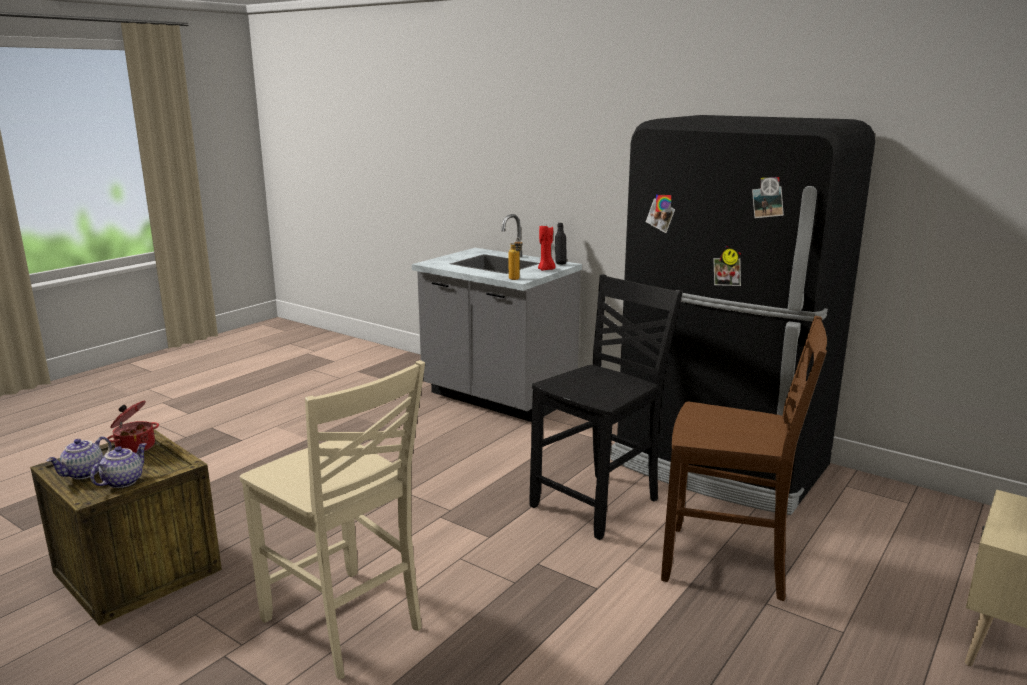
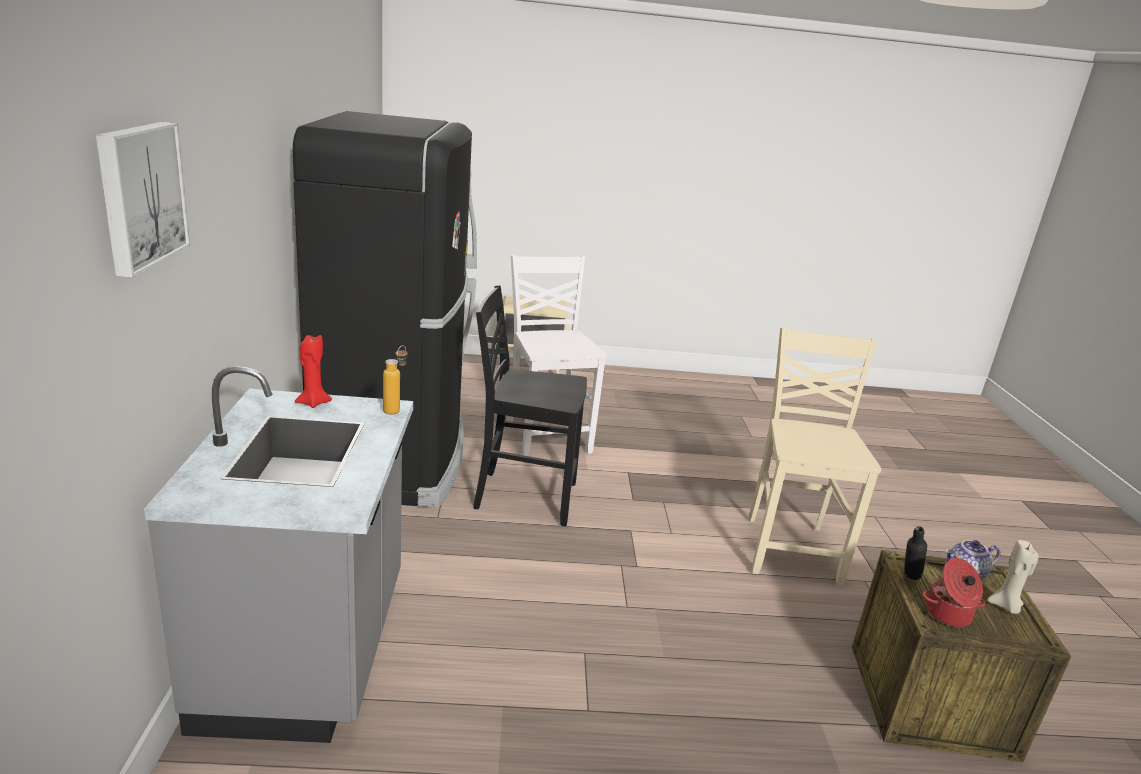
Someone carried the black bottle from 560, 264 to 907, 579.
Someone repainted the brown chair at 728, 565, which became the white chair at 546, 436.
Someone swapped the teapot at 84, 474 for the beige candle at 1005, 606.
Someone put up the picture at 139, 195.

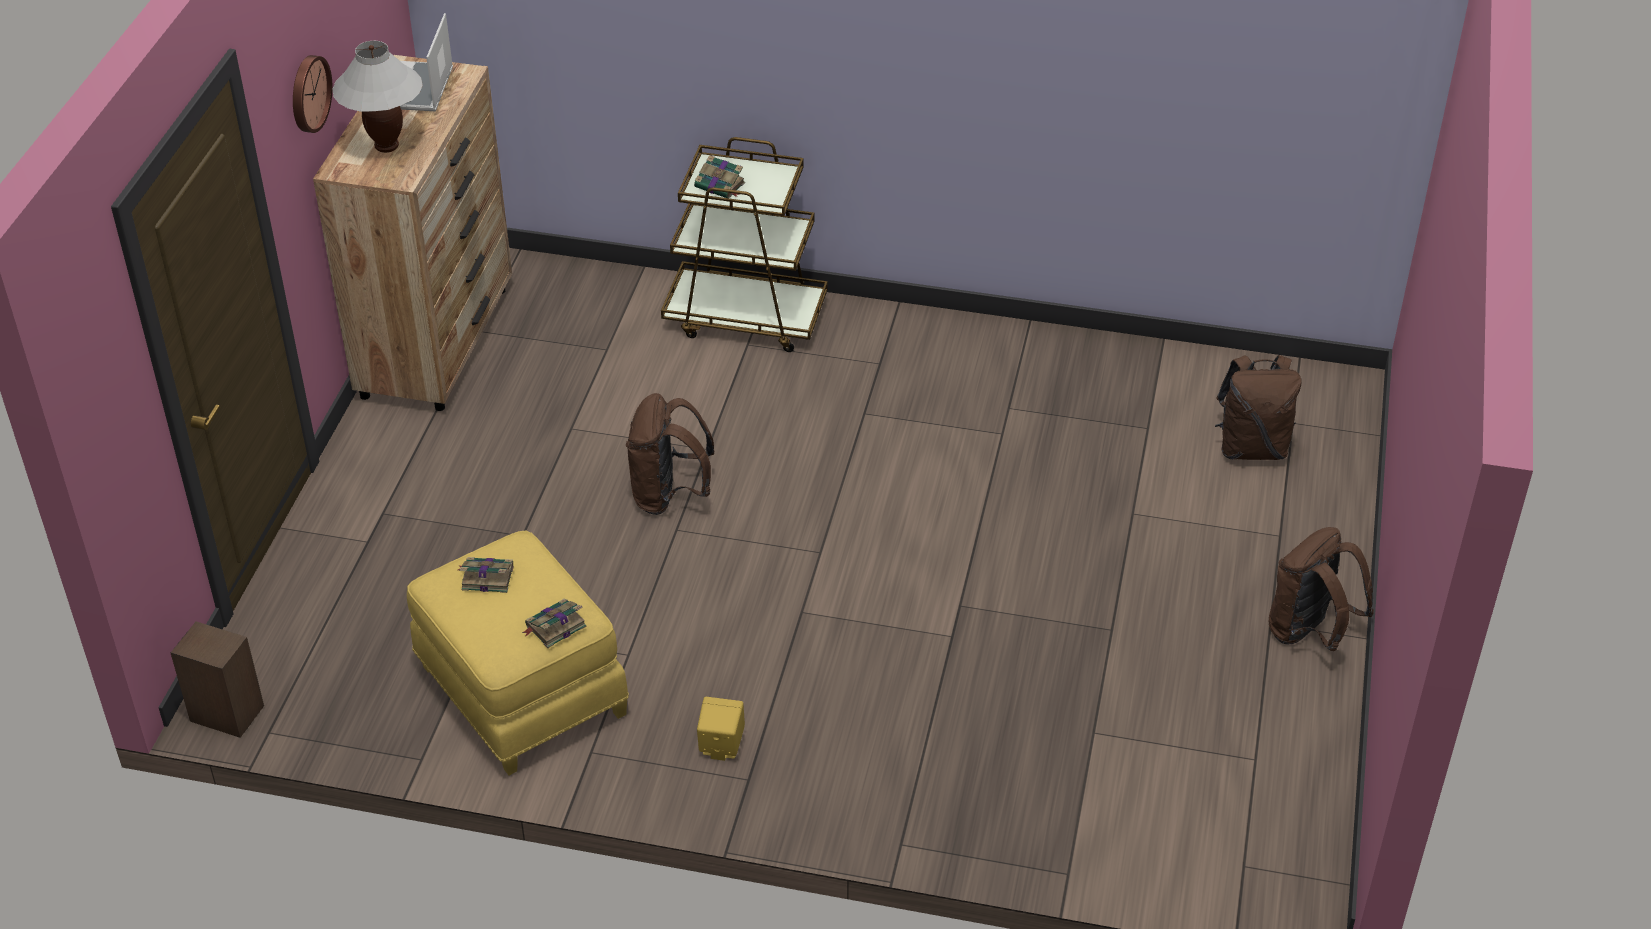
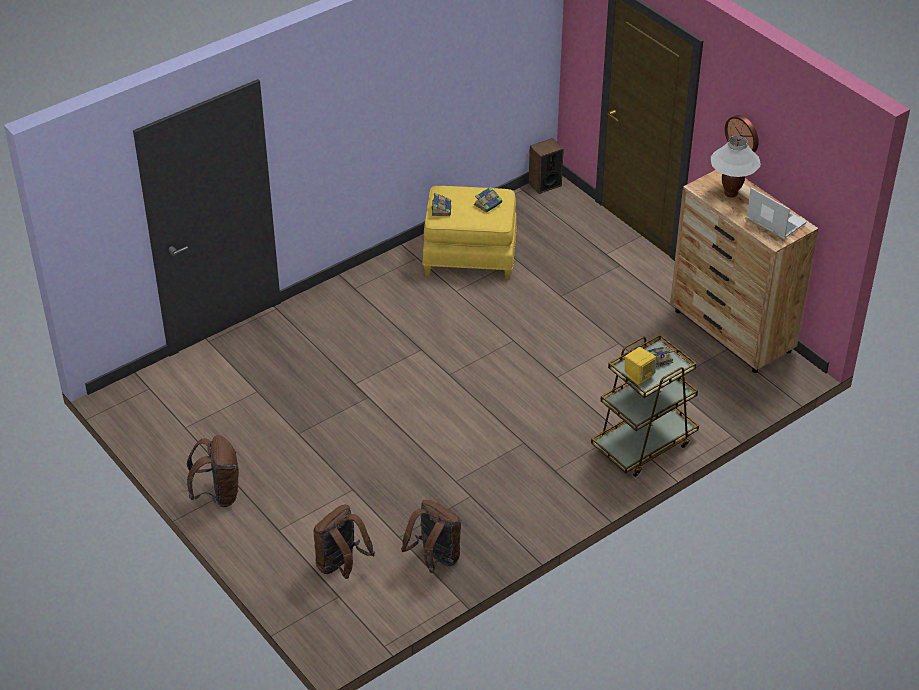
Someone carried the brown backpack from 669, 495 to 435, 559.
Someone carried the yellow speaker from 721, 746 to 638, 376.

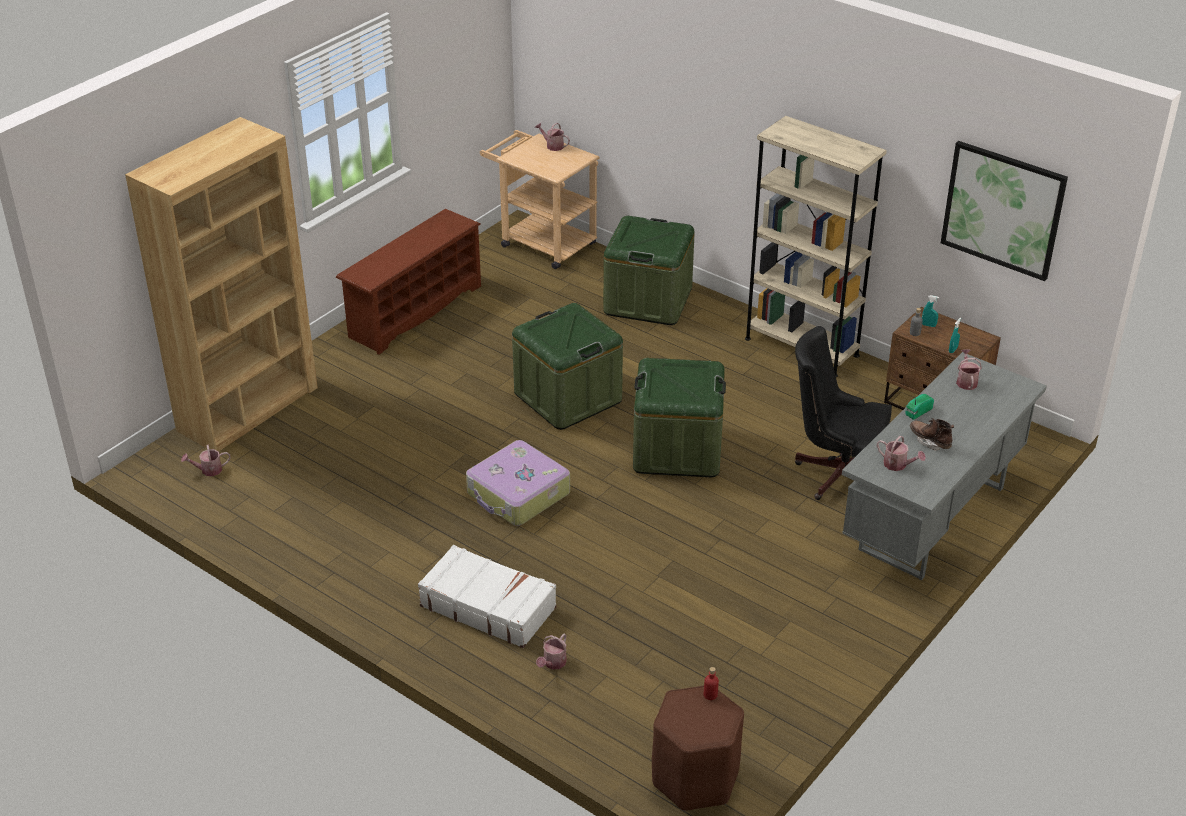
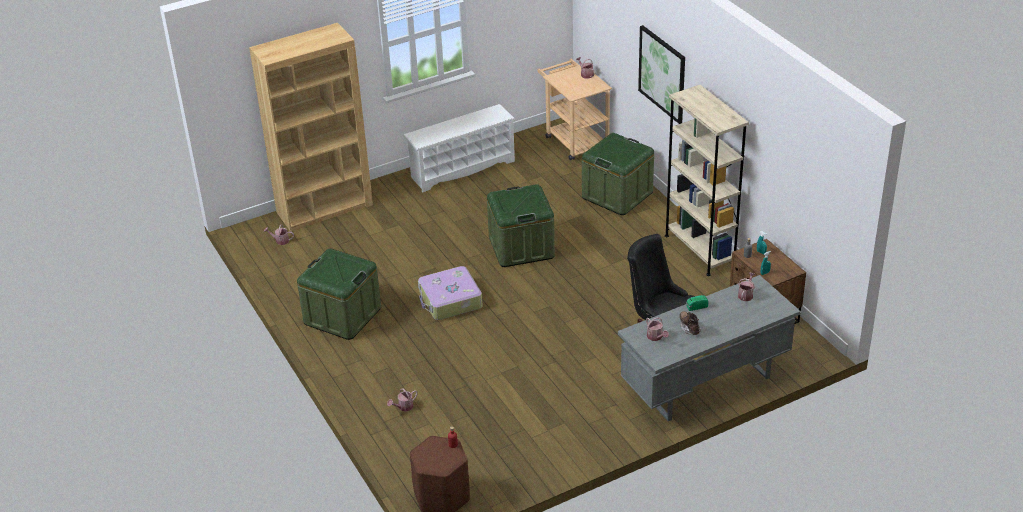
Someone carried the picture from 1003, 210 to 662, 73.
Someone repainted the brown shoe rack at 414, 311, which became the white shoe rack at 462, 169.
Someone carried the green storage box from 677, 449 to 342, 316.
Someone took away the white suitcase at 488, 606.

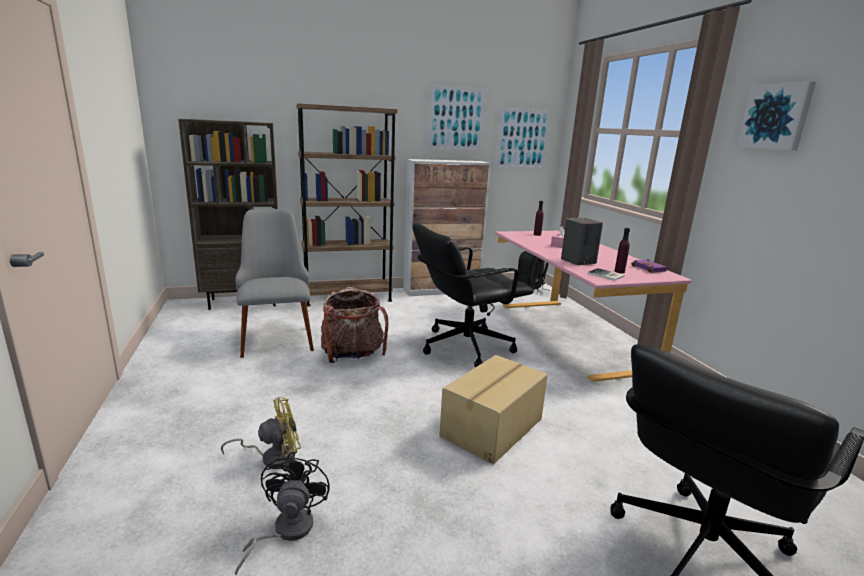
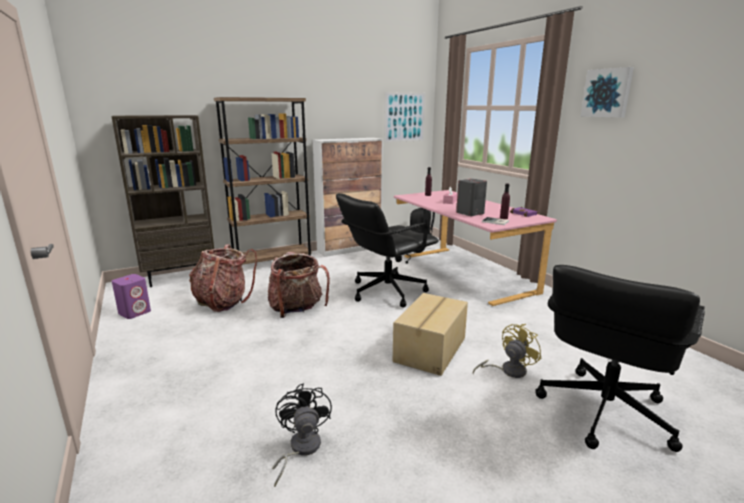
Someone took away the picture at 456, 119.
Someone swapped the grey chair at 276, 335 for the backpack at 223, 302.
Someone carried the yellow fan from 272, 457 to 508, 371.
Someone put down the purple speaker at 135, 312.

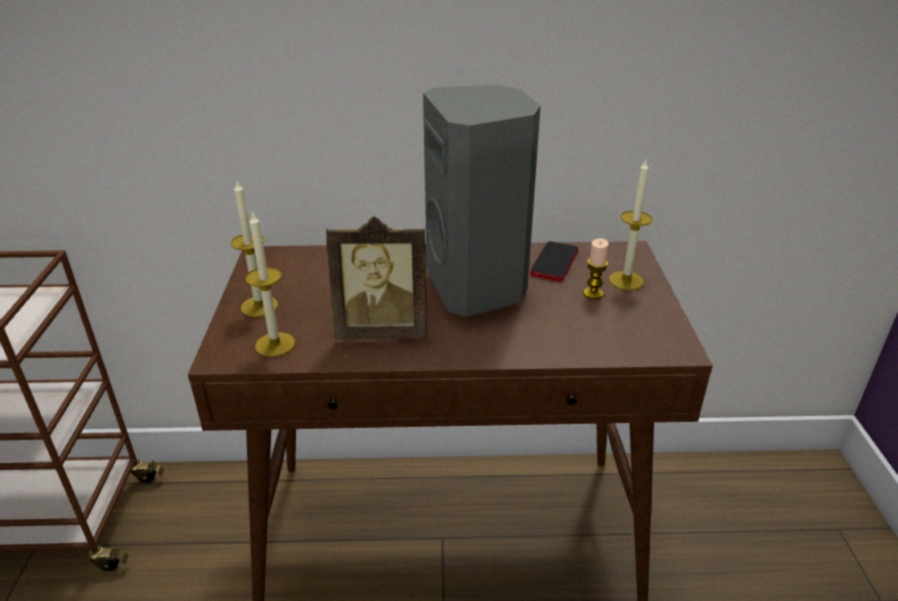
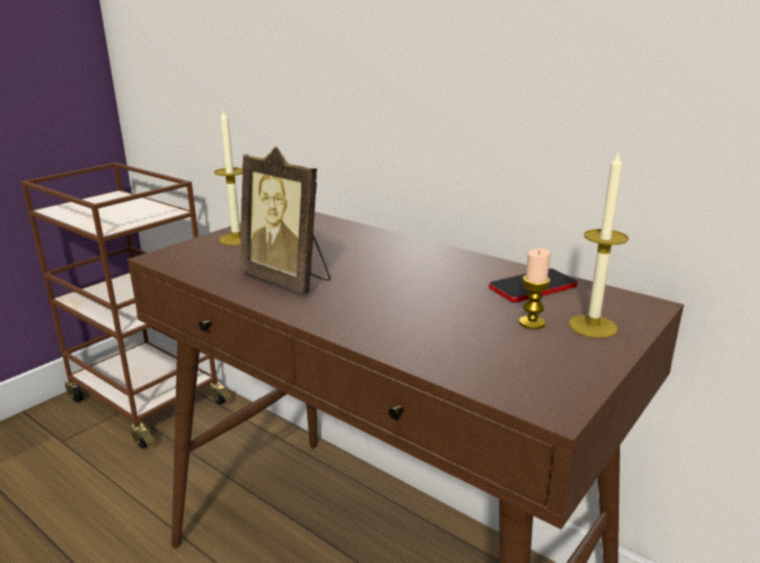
Someone took away the grey speaker at 478, 288.
Someone took away the candle at 275, 344.

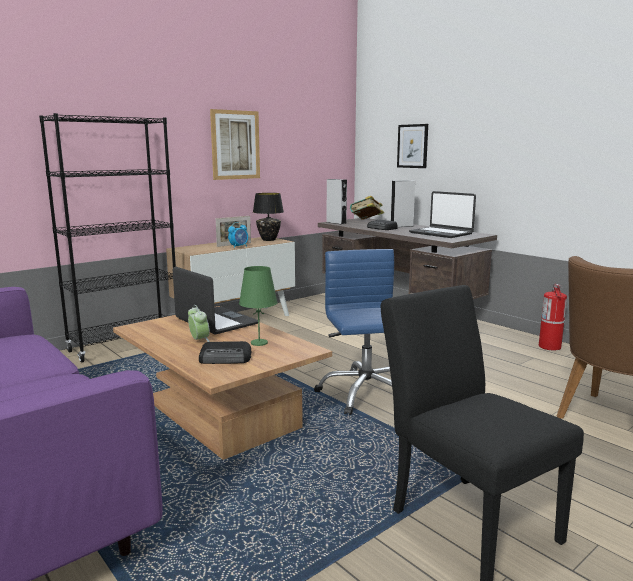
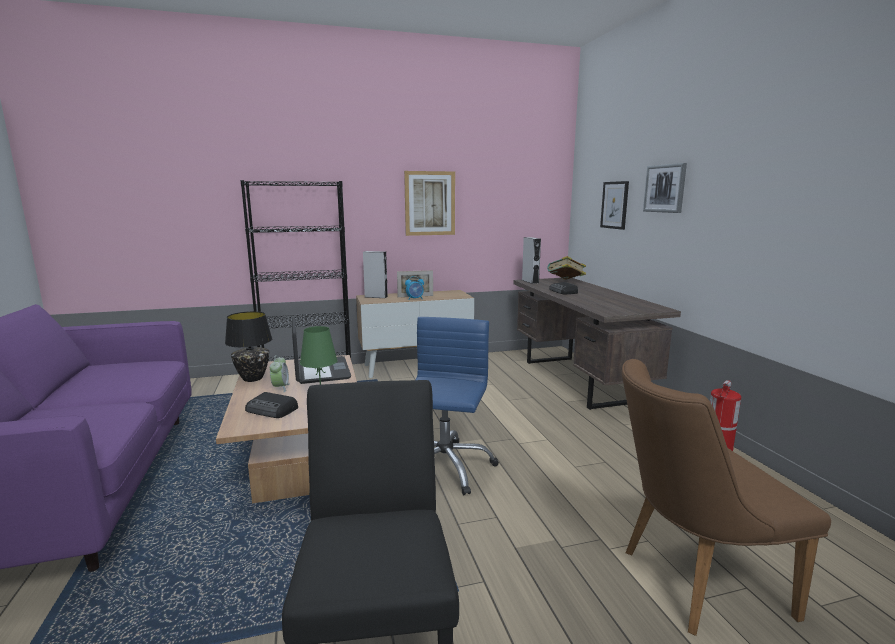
Someone carried the grey speaker from 401, 226 to 376, 297.
Someone took away the laptop at 441, 233.
Someone carried the black table lamp from 268, 240 to 252, 378.
Someone put up the picture at 665, 188.

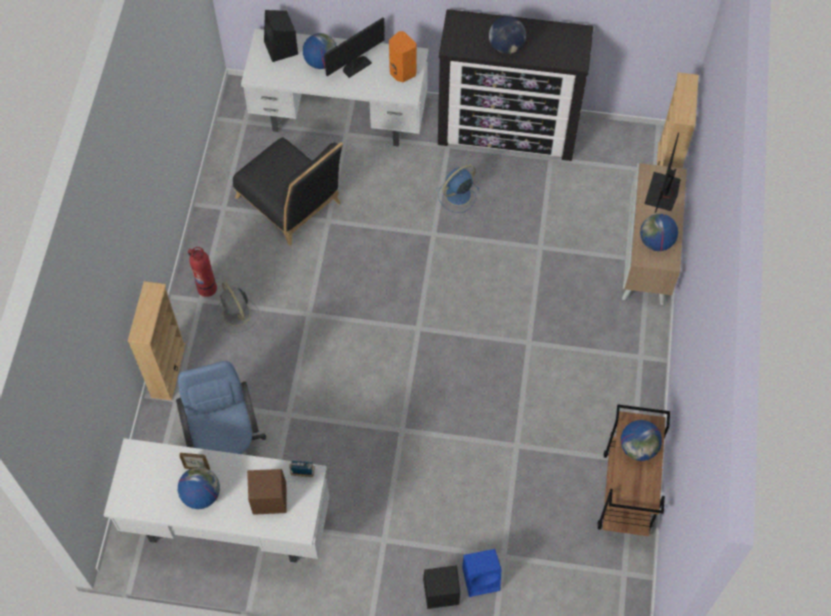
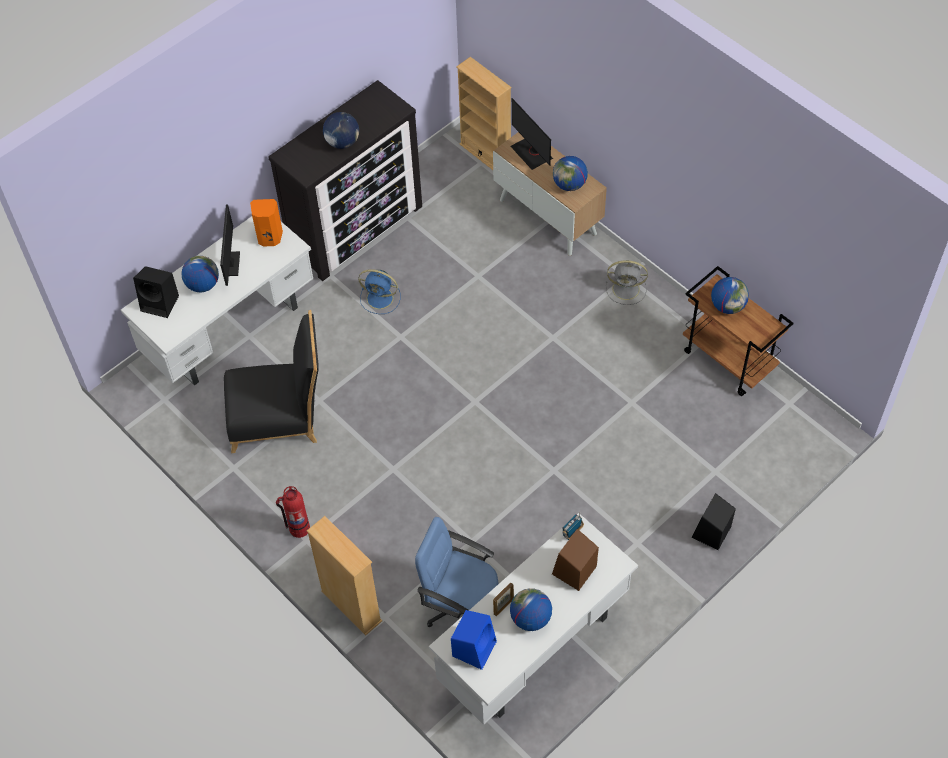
Someone rotated the blue fan at 457, 195 by 75 degrees counterclockwise.
Someone carried the grey fan from 237, 315 to 627, 289.
Someone carried the blue speaker from 482, 578 to 474, 647.

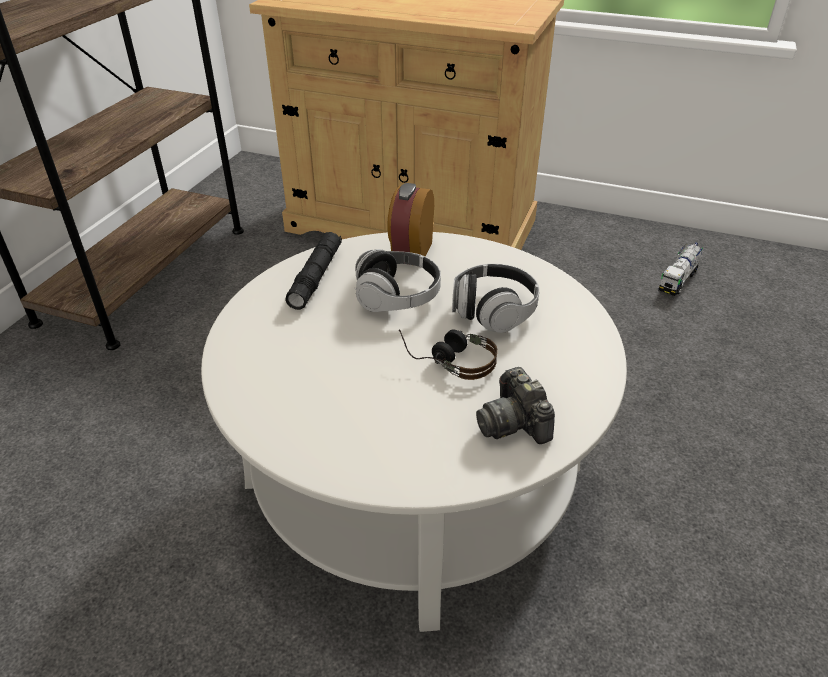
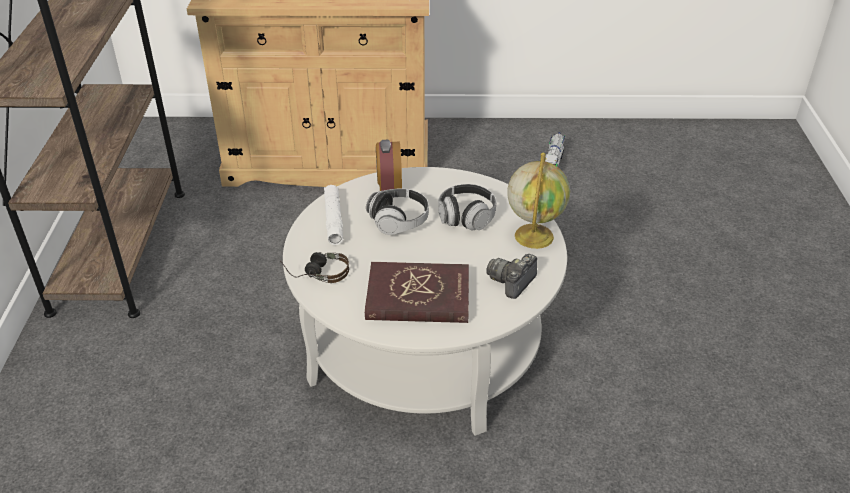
Someone repainted the black flashlight at 316, 276, which became the white flashlight at 333, 219.
Someone carried the headphones from 448, 359 to 316, 273.
Someone rotated the photo camera at 514, 422 by 75 degrees clockwise.
Someone put down the globe at 533, 235.
Someone put down the red book at 418, 297.

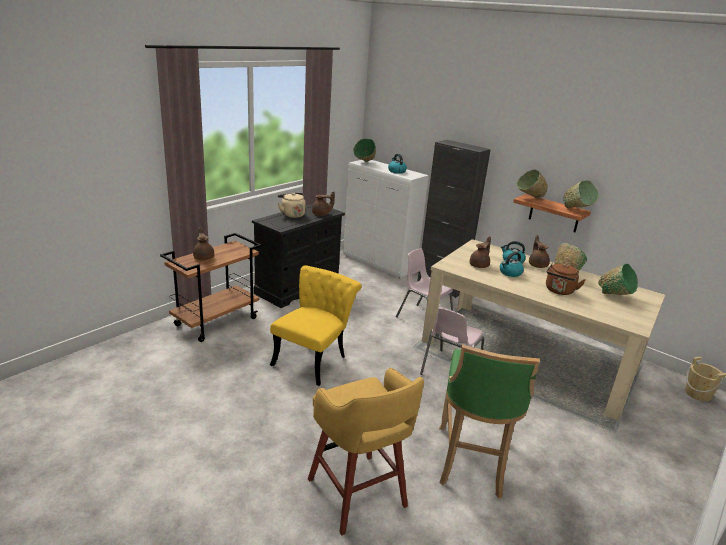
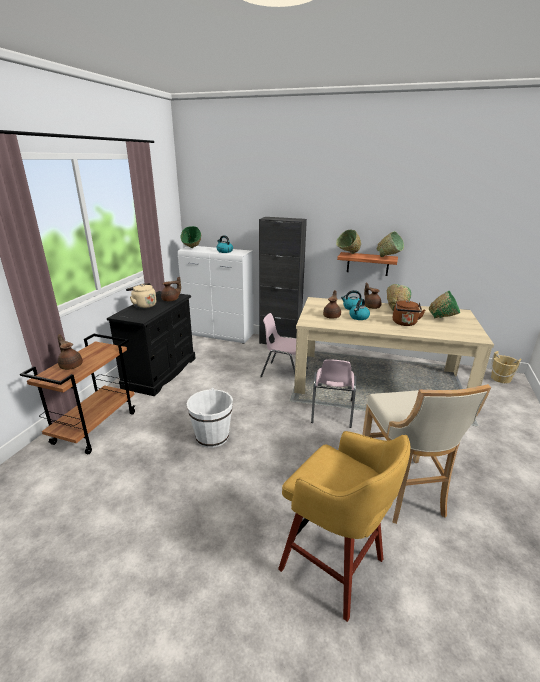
Someone swapped the yellow chair at 314, 359 for the white bucket at 212, 437.
Someone repainted the green stool at 471, 463, which became the beige stool at 403, 492.

